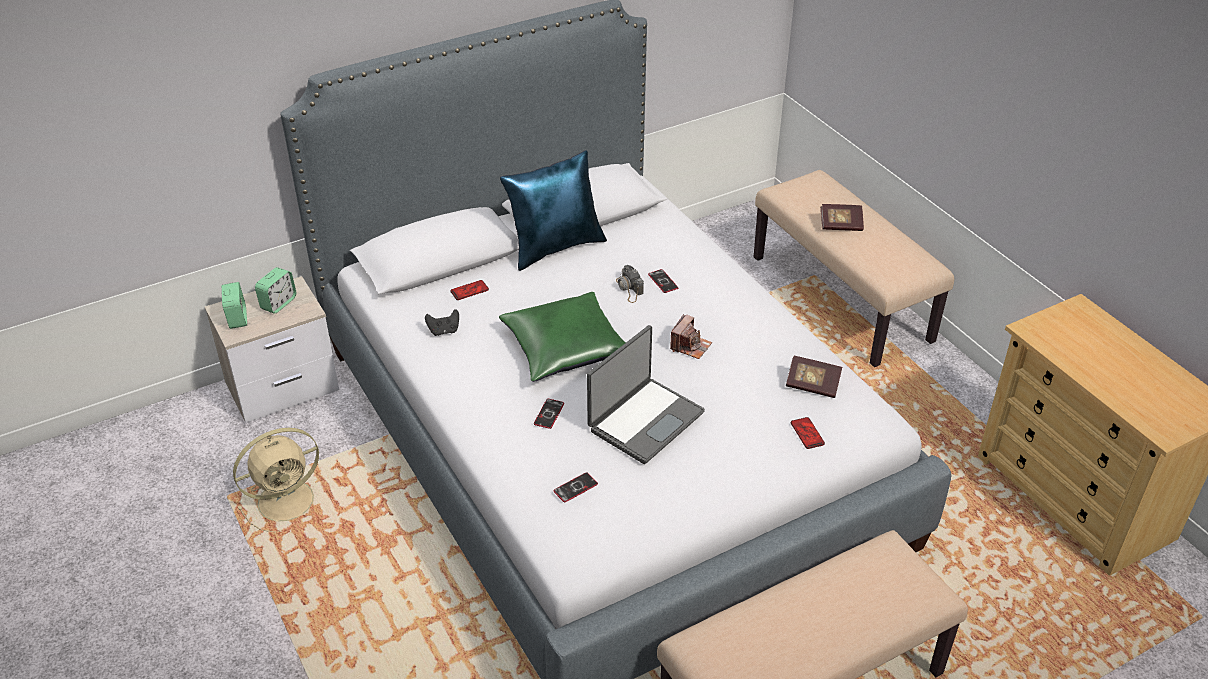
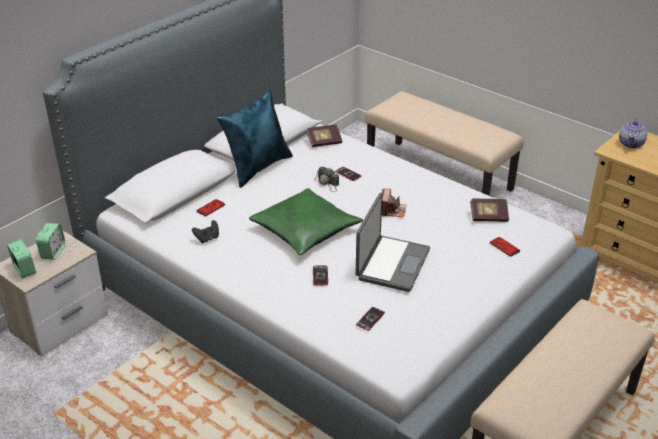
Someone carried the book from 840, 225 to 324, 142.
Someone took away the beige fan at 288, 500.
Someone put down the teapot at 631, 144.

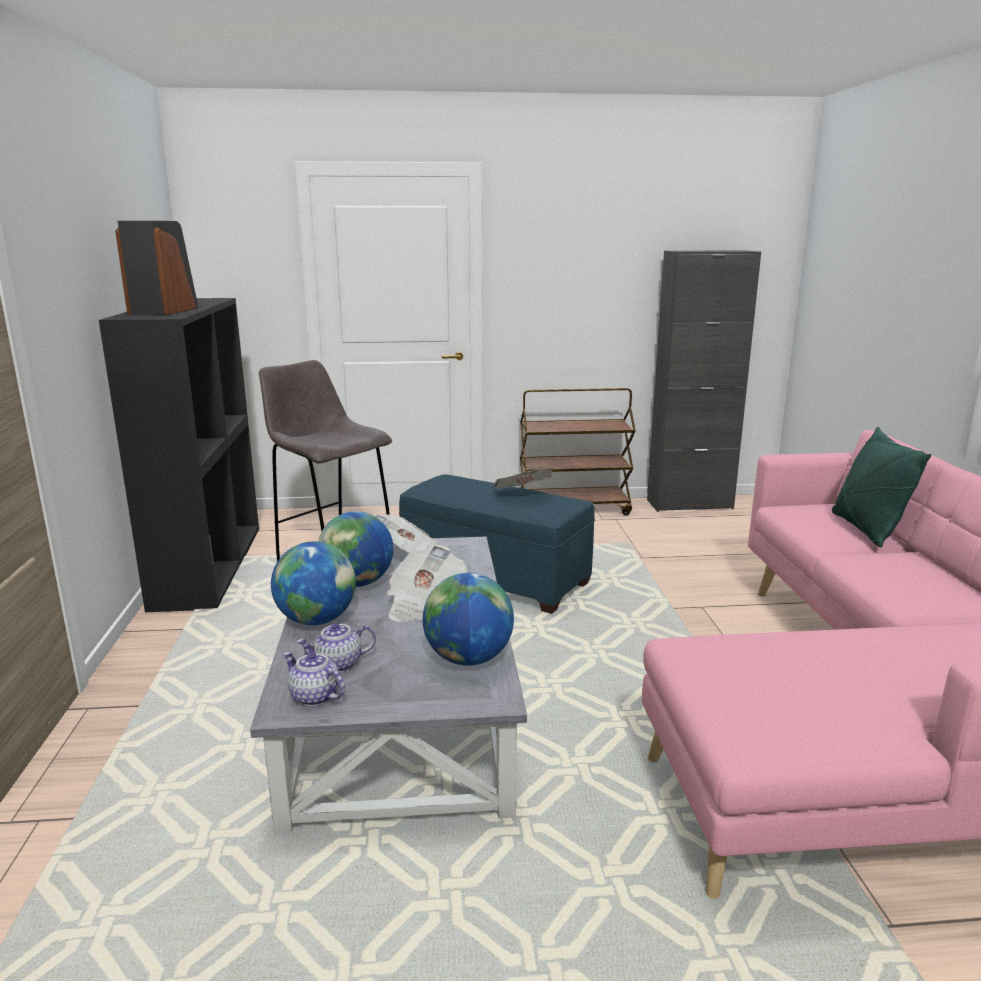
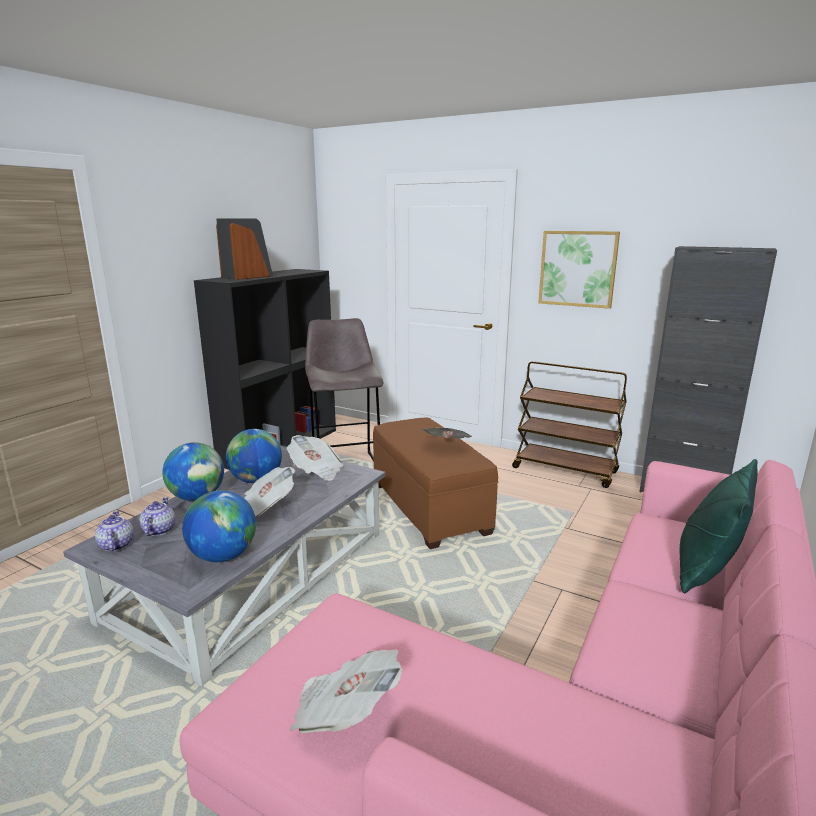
Someone repainted the blue ottoman at 496, 578, which became the brown ottoman at 430, 508.
Someone rotated the teapot at 338, 664 by 75 degrees clockwise.
Someone put up the picture at 577, 268.
Someone put down the newspaper at 345, 712.

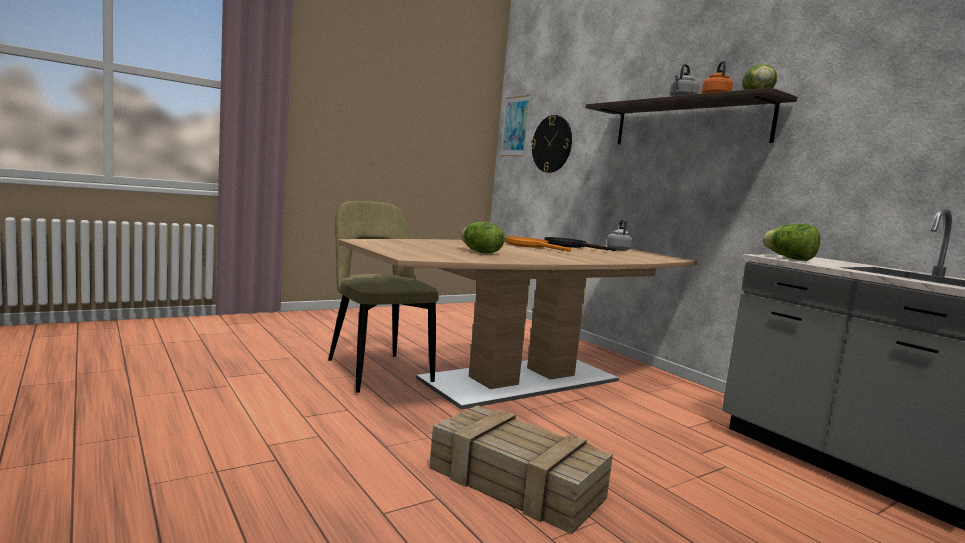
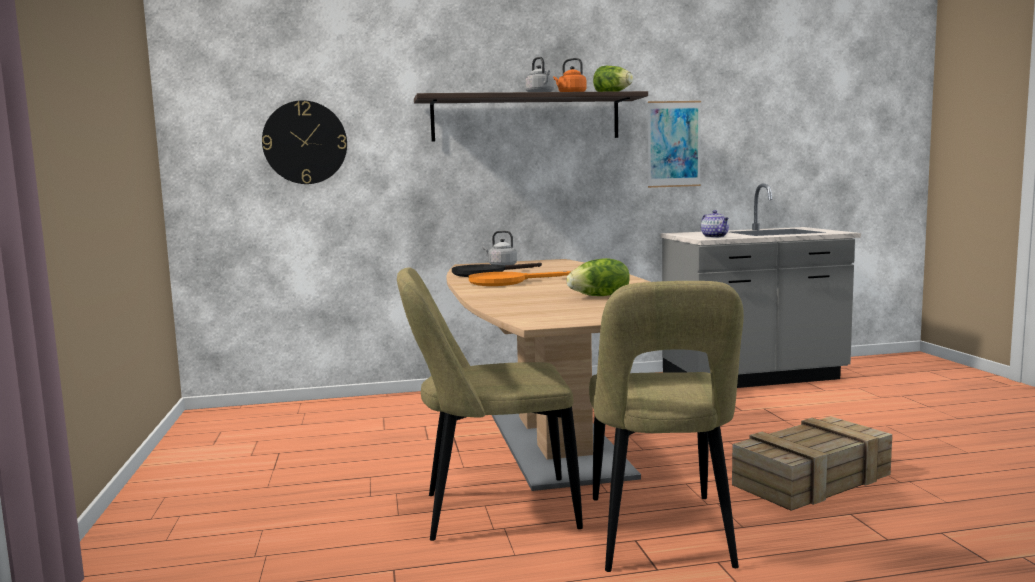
Someone carried the picture from 515, 126 to 674, 144.
Someone swapped the lettuce at 789, 258 for the teapot at 715, 237.
Someone put down the beige chair at 660, 536.

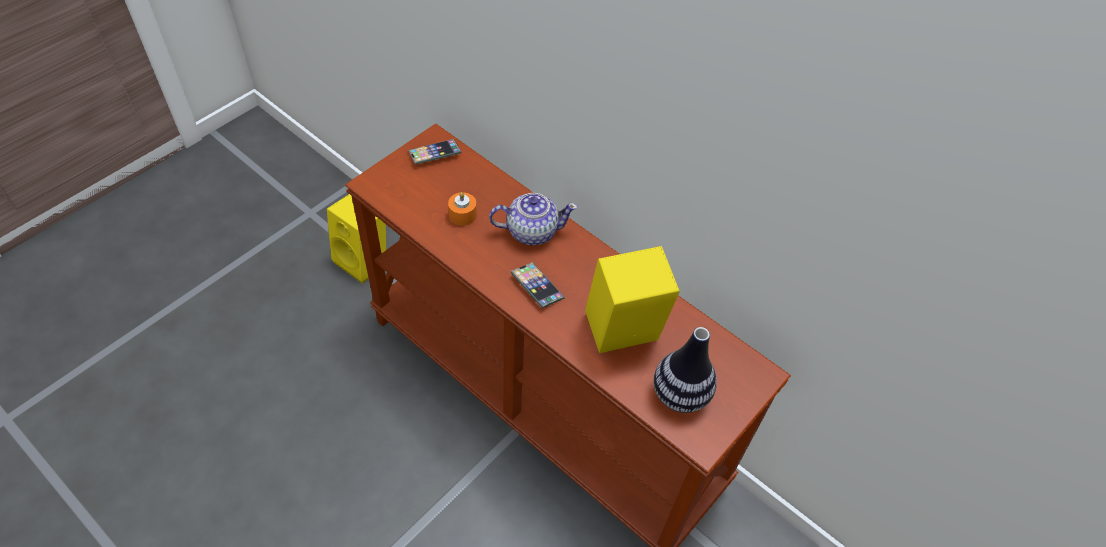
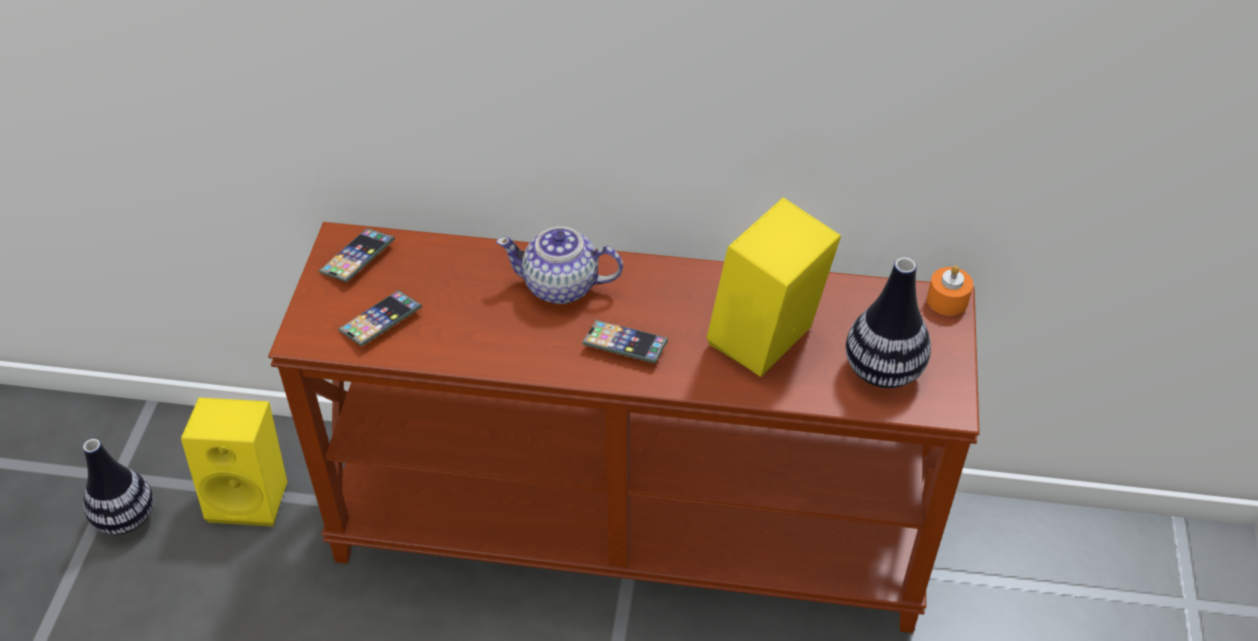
Someone carried the orange candle from 462, 215 to 947, 300.
Someone rotated the teapot at 531, 231 by 135 degrees counterclockwise.
Someone put down the phone at 381, 322.
Someone put down the vase at 126, 518.

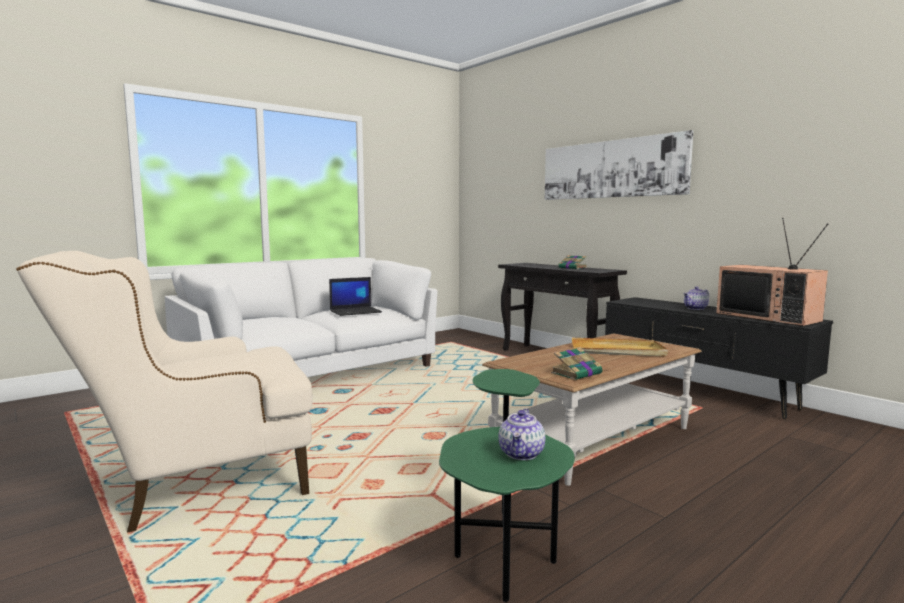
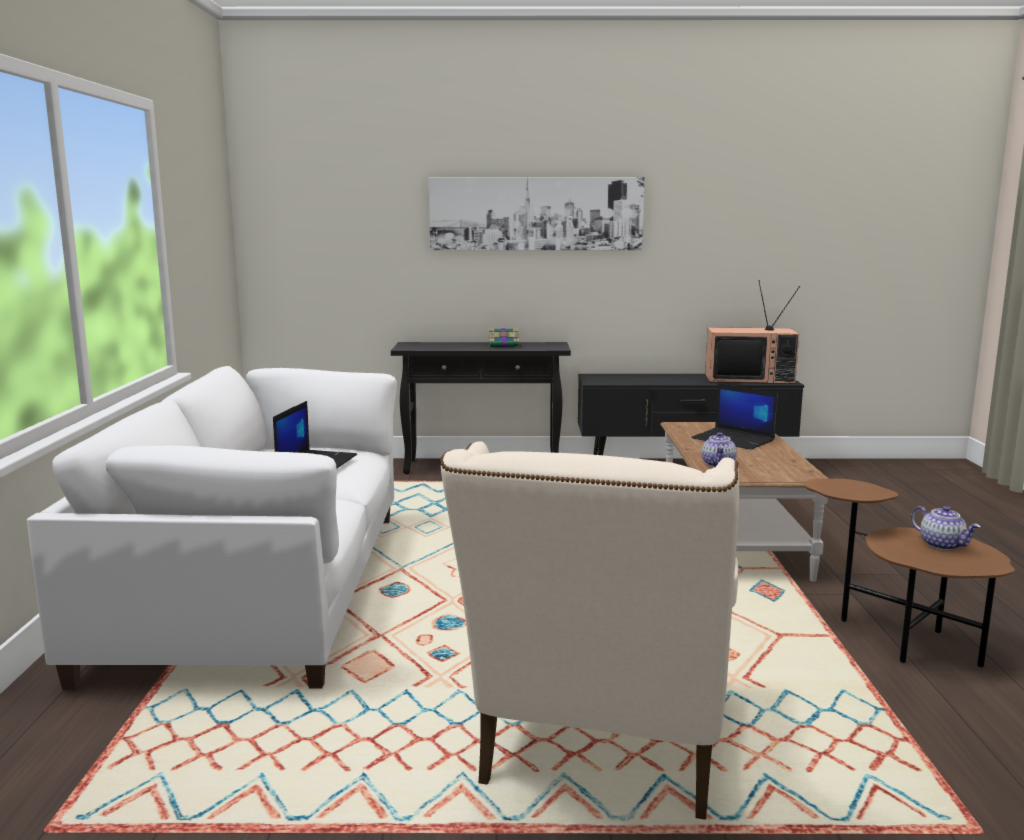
Someone carried the teapot from 695, 308 to 719, 464.
Someone swapped the beige tray at 618, 351 for the laptop at 734, 439.
Someone took away the book at 577, 373.
Someone repainted the green side table at 503, 546, which became the brown side table at 900, 639.

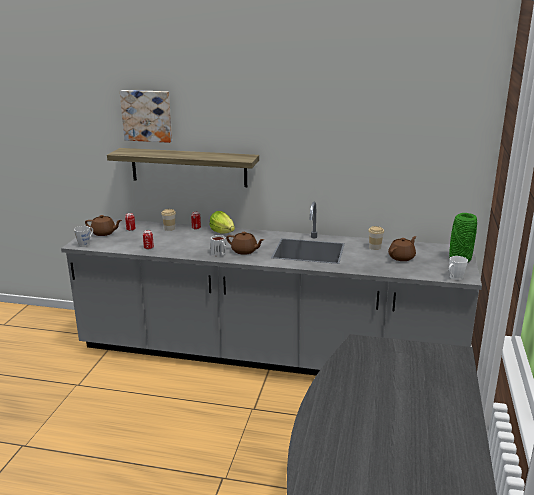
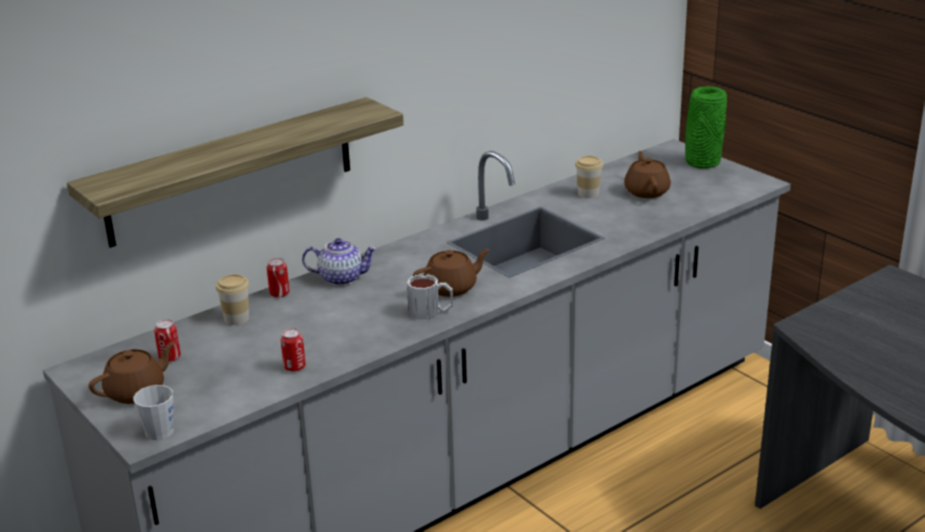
Someone took away the picture at 147, 115.
Someone swapped the lettuce at 222, 232 for the teapot at 341, 278.
Someone took away the white mug at 454, 278.

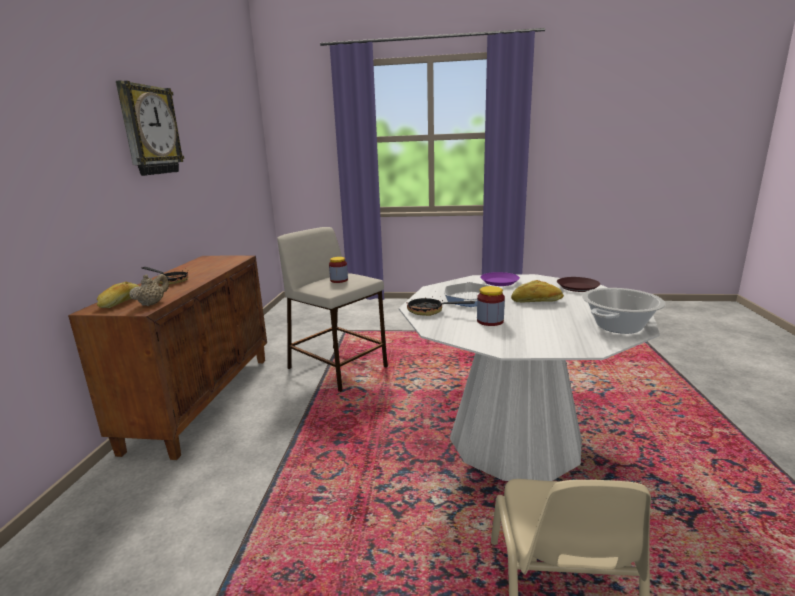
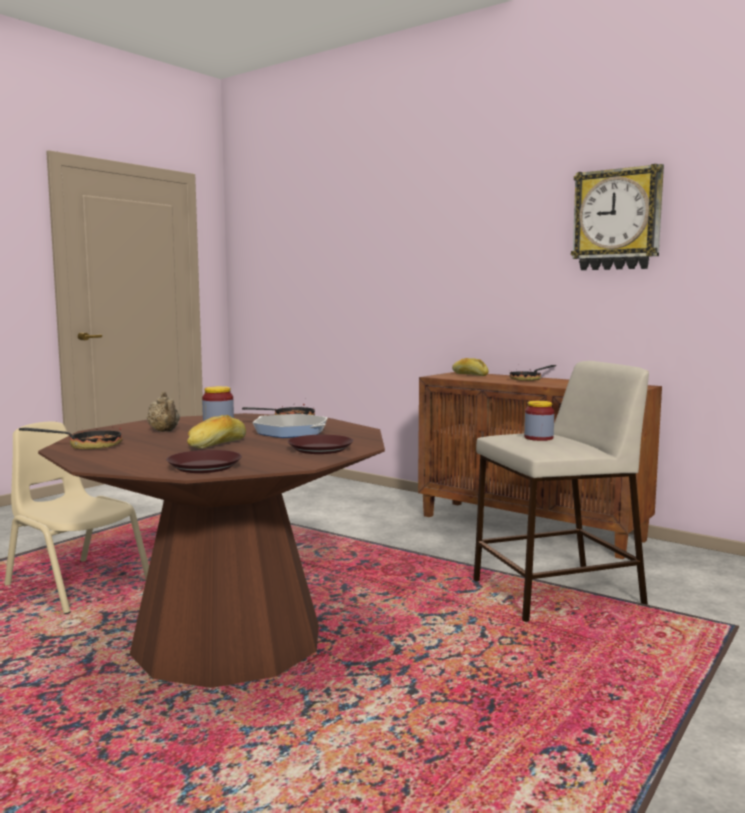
Someone repainted the purple plate at 499, 282, which became the brown plate at 320, 449.
Someone carried the beige teapot from 152, 303 to 164, 431.
Someone repainted the white dining table at 514, 440, which became the brown dining table at 228, 640.
Someone swapped the cooking pot at 619, 326 for the frying pan at 87, 446.

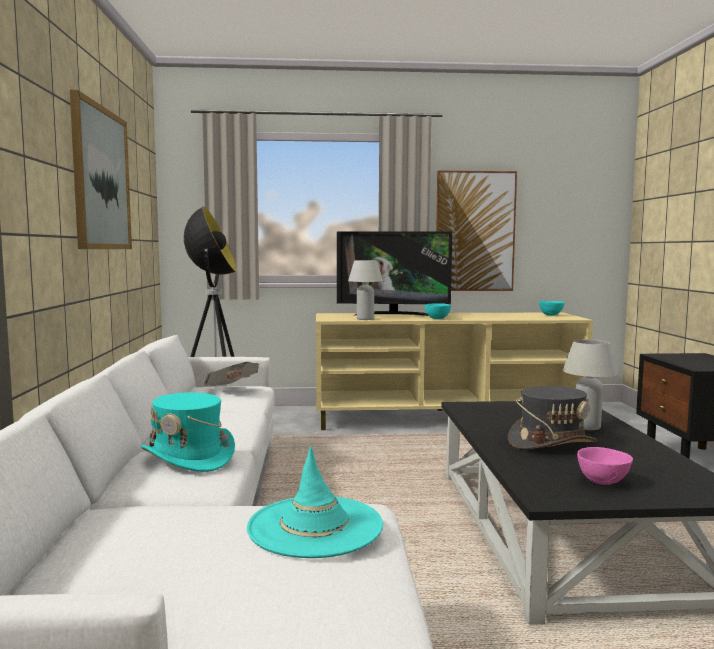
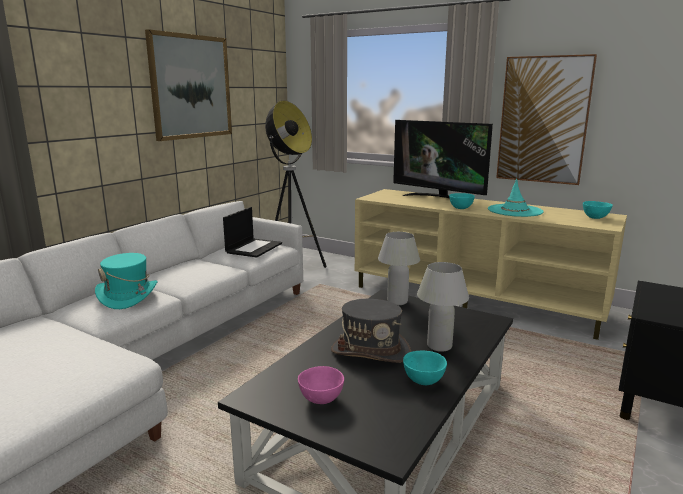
Someone carried the white table lamp from 365, 319 to 397, 301.
Someone swapped the newspaper at 231, 390 for the laptop at 254, 248.
Someone carried the turquoise hat from 315, 526 to 515, 211.
Someone put down the turquoise bowl at 423, 381.

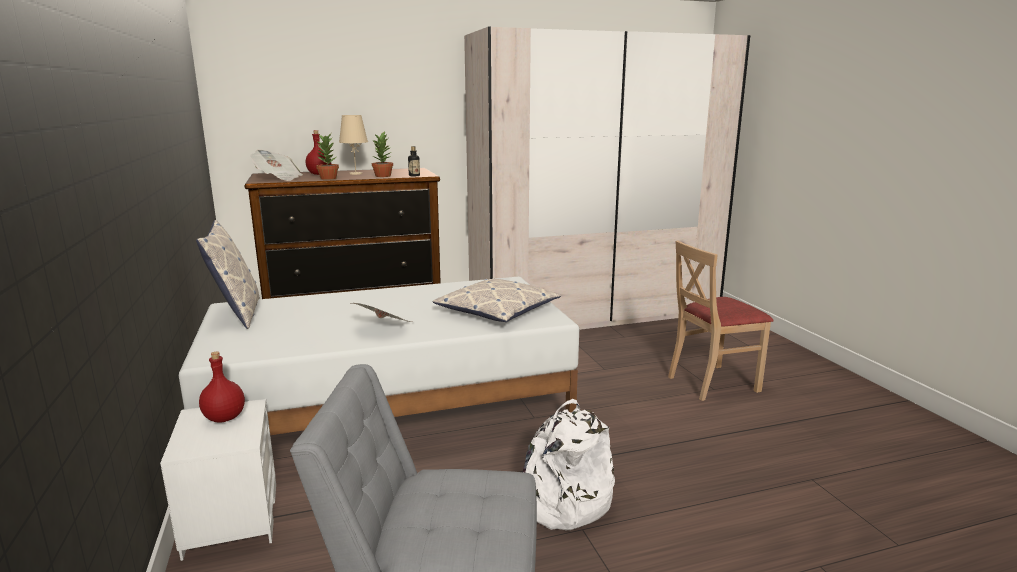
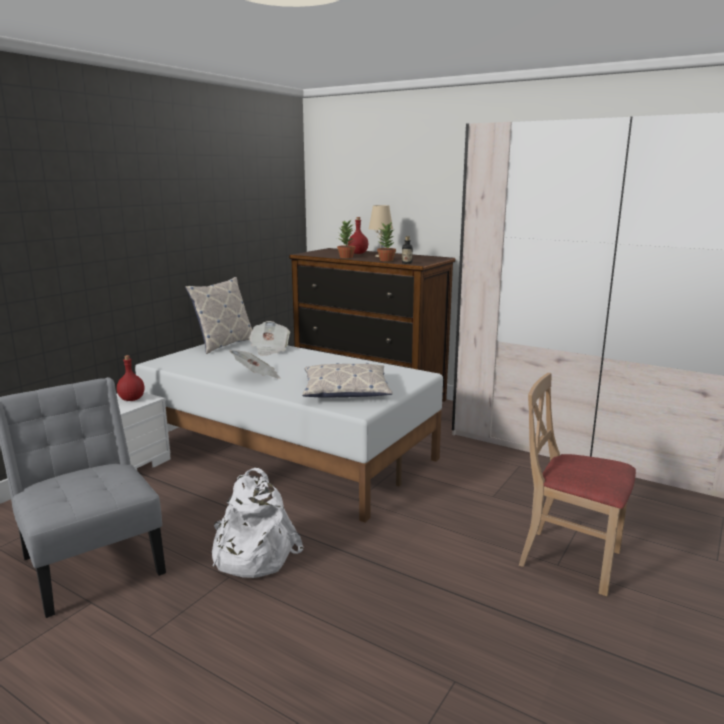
Someone carried the newspaper from 278, 178 to 269, 349.

